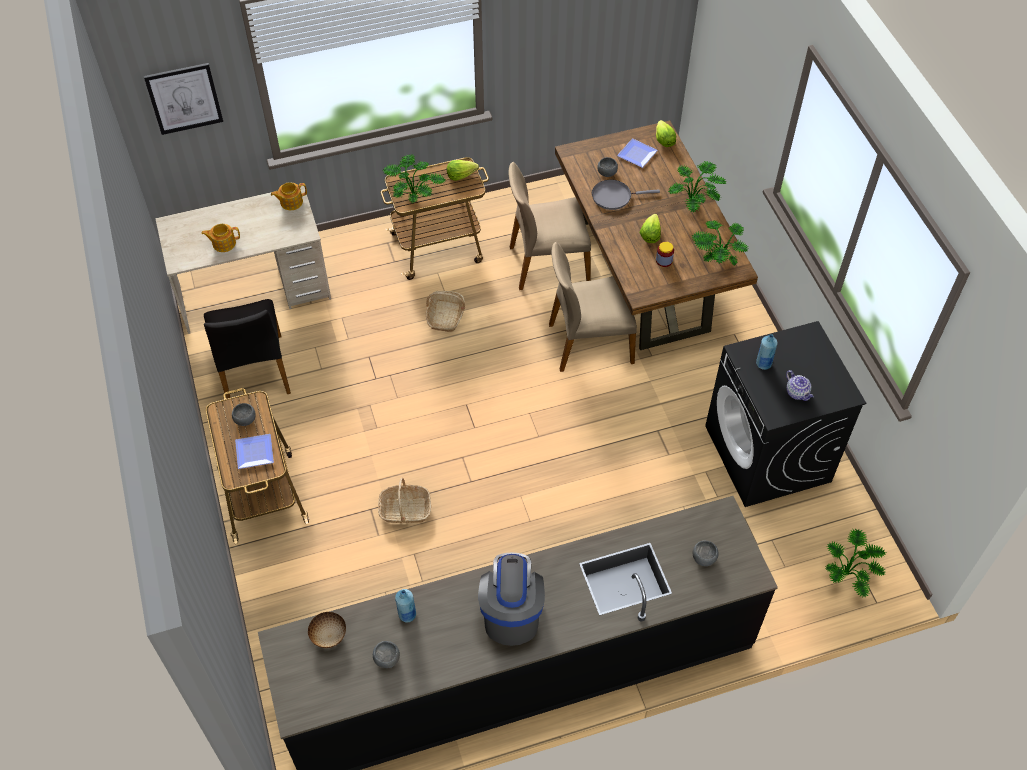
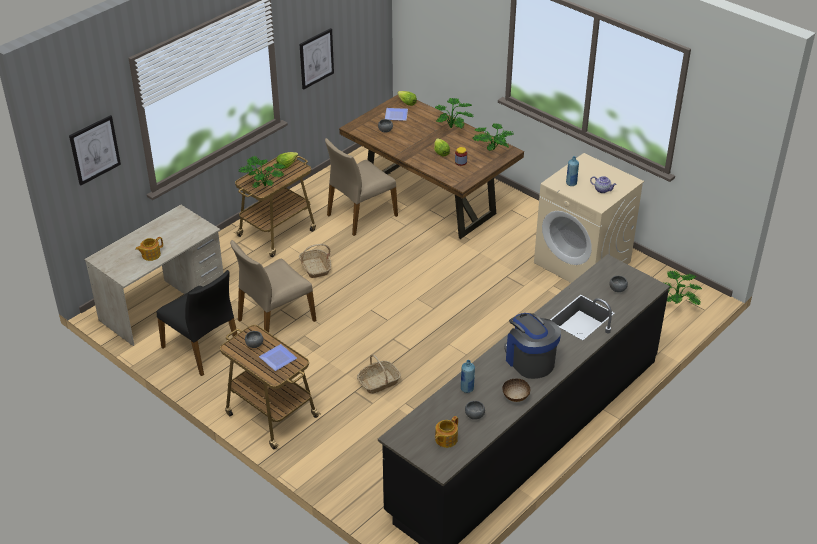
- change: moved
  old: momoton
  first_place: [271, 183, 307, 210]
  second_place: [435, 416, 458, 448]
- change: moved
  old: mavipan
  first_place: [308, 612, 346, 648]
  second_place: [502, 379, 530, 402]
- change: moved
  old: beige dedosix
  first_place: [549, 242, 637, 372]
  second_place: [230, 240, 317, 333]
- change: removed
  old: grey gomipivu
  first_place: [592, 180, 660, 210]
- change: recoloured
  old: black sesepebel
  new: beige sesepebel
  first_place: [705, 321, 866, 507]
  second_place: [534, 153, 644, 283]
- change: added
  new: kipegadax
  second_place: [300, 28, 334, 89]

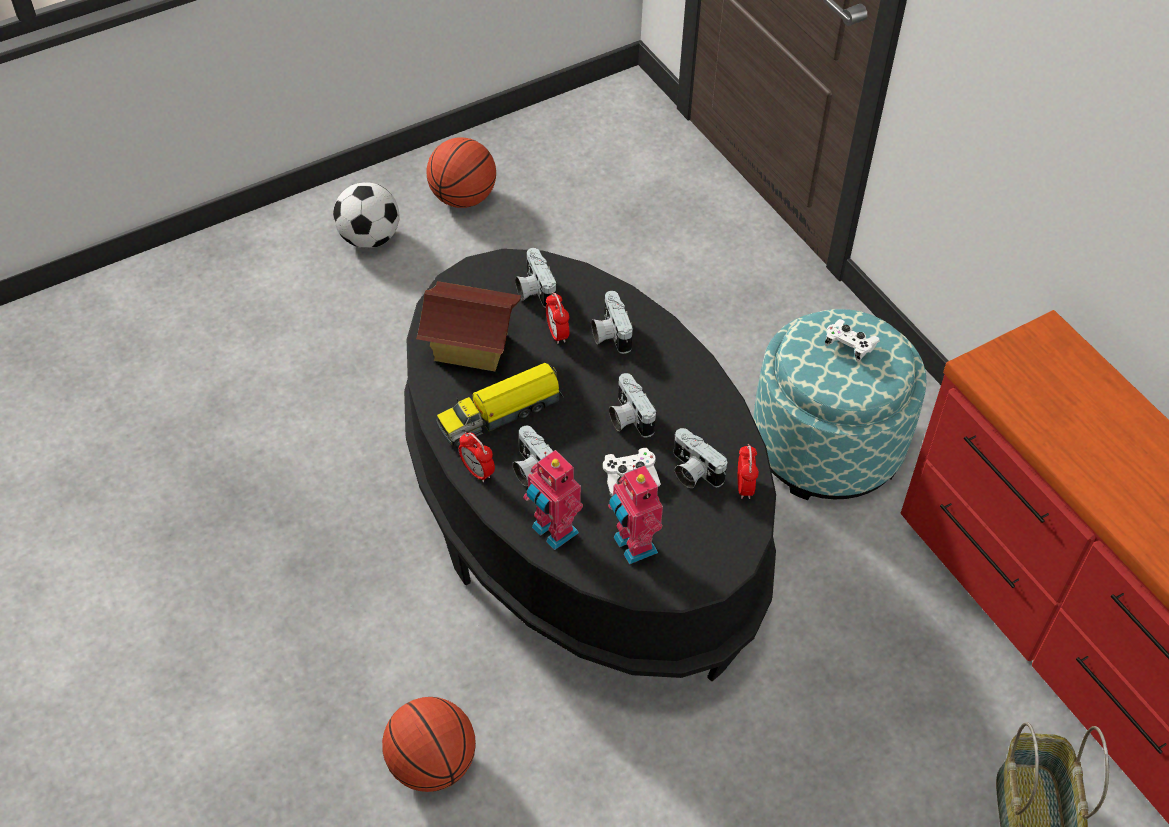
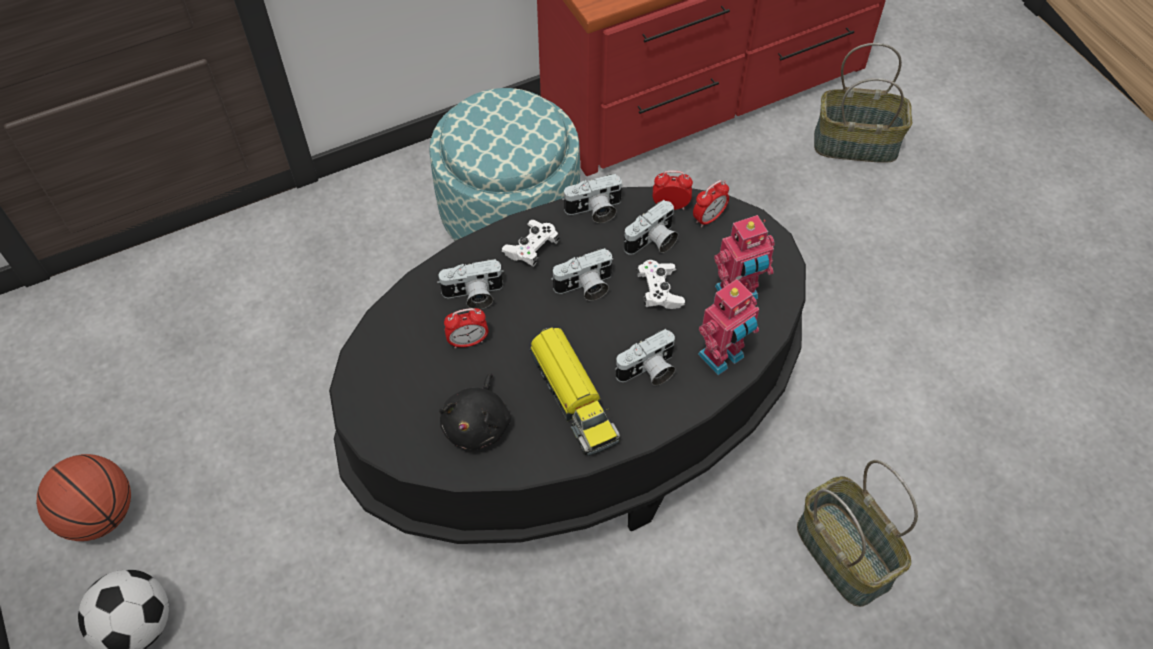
- change: replaced
  old: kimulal
  new: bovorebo
  first_place: [382, 697, 476, 792]
  second_place: [797, 460, 918, 607]
- change: replaced
  old: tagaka
  new: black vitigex
  first_place: [416, 281, 521, 371]
  second_place: [439, 374, 511, 450]
- change: moved
  old: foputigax
  first_place: [459, 432, 495, 482]
  second_place: [693, 180, 729, 227]
- change: moved
  old: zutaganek
  first_place: [515, 248, 557, 308]
  second_place: [562, 174, 623, 223]
- change: moved
  old: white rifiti
  first_place: [825, 319, 880, 362]
  second_place: [502, 220, 560, 267]

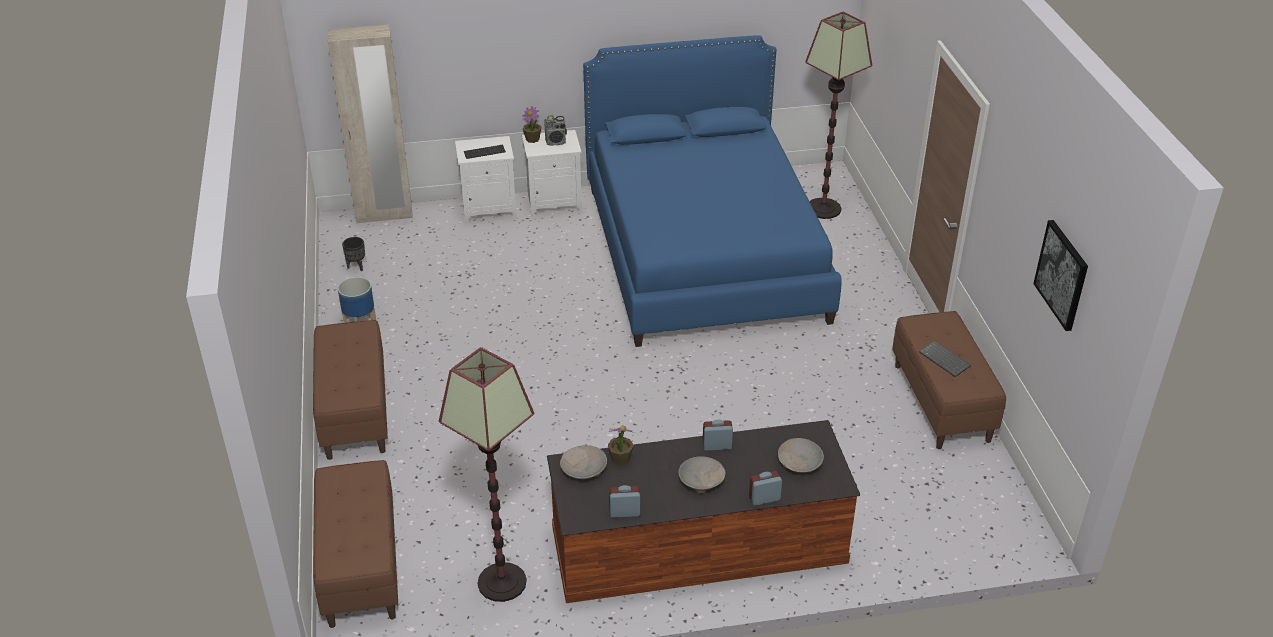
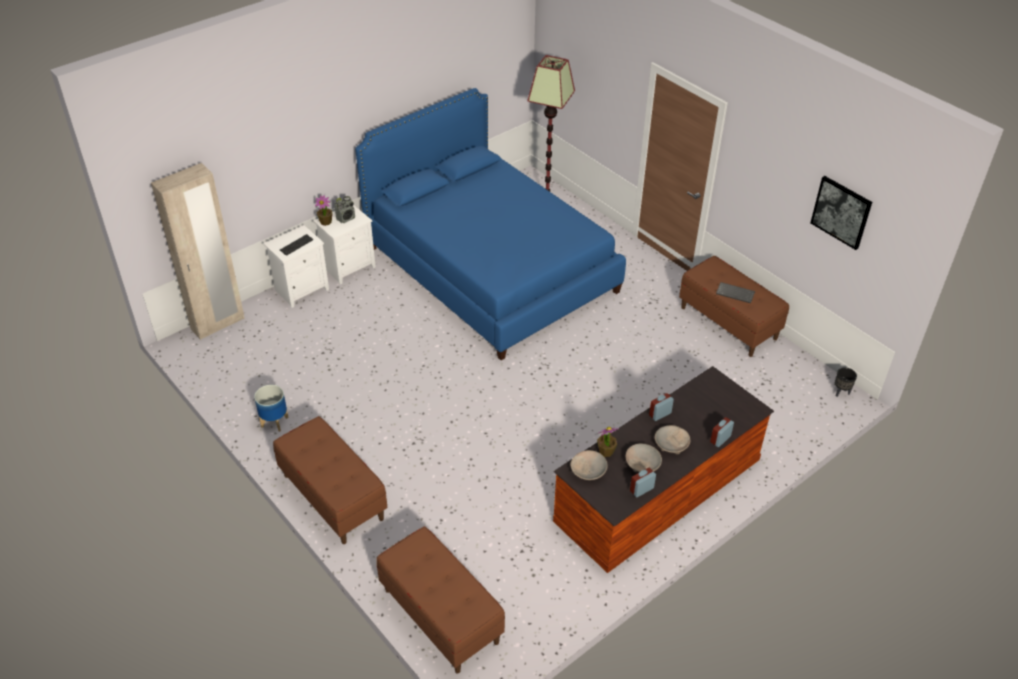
- change: moved
  old: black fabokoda
  first_place: [342, 237, 365, 271]
  second_place: [835, 367, 857, 397]
- change: removed
  old: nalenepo
  first_place: [439, 347, 534, 602]
- change: moved
  old: beige mavipan
  first_place: [778, 438, 824, 473]
  second_place: [626, 444, 662, 472]

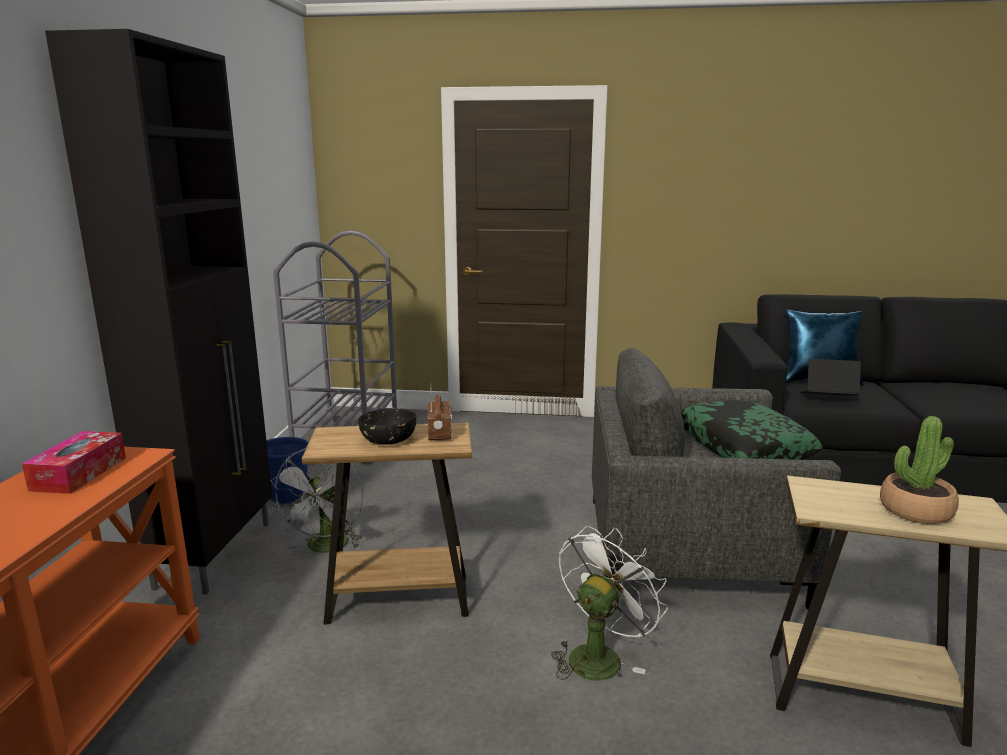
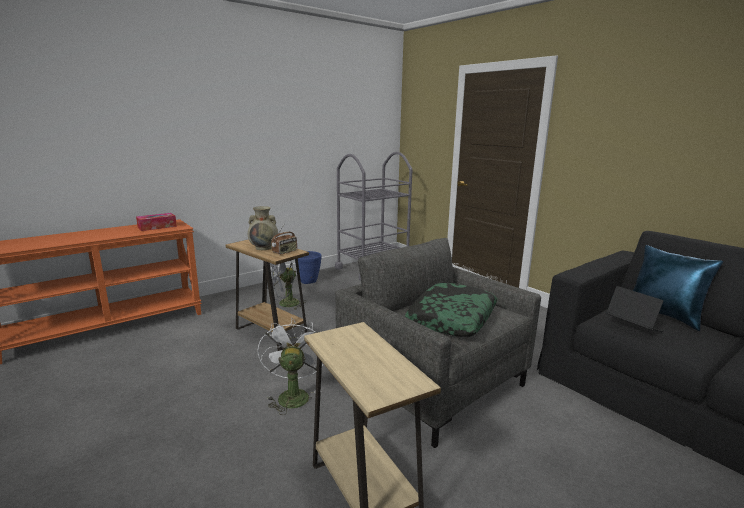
- change: removed
  old: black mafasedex
  first_place: [45, 29, 272, 594]
- change: replaced
  old: black mavipan
  new: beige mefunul
  first_place: [358, 408, 416, 445]
  second_place: [248, 206, 278, 250]
- change: turned
  old: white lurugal
  first_place: [551, 526, 668, 681]
  second_place: [258, 317, 324, 415]
  degrees: -90
- change: removed
  old: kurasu
  first_place: [880, 416, 959, 524]

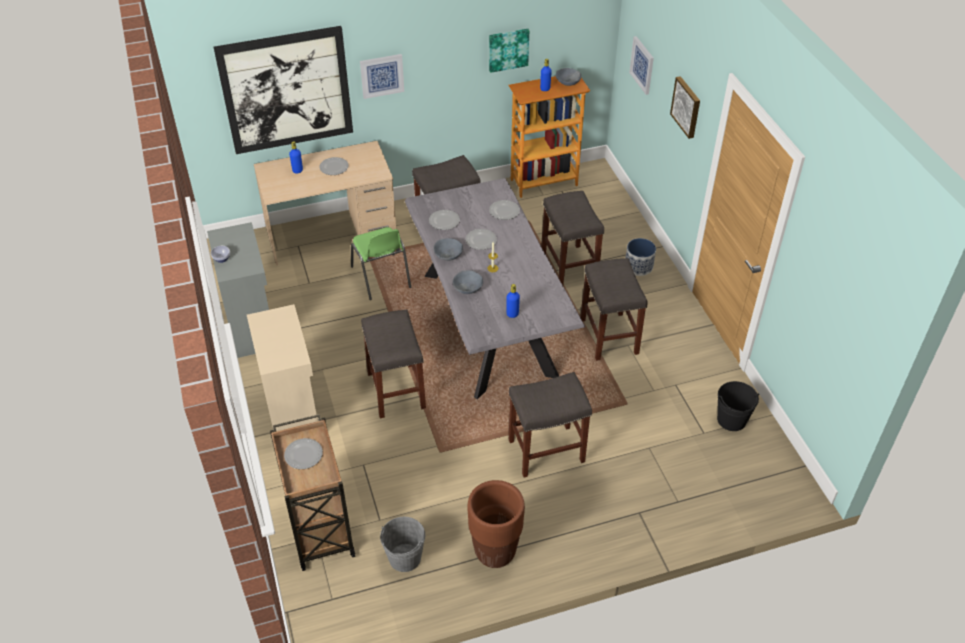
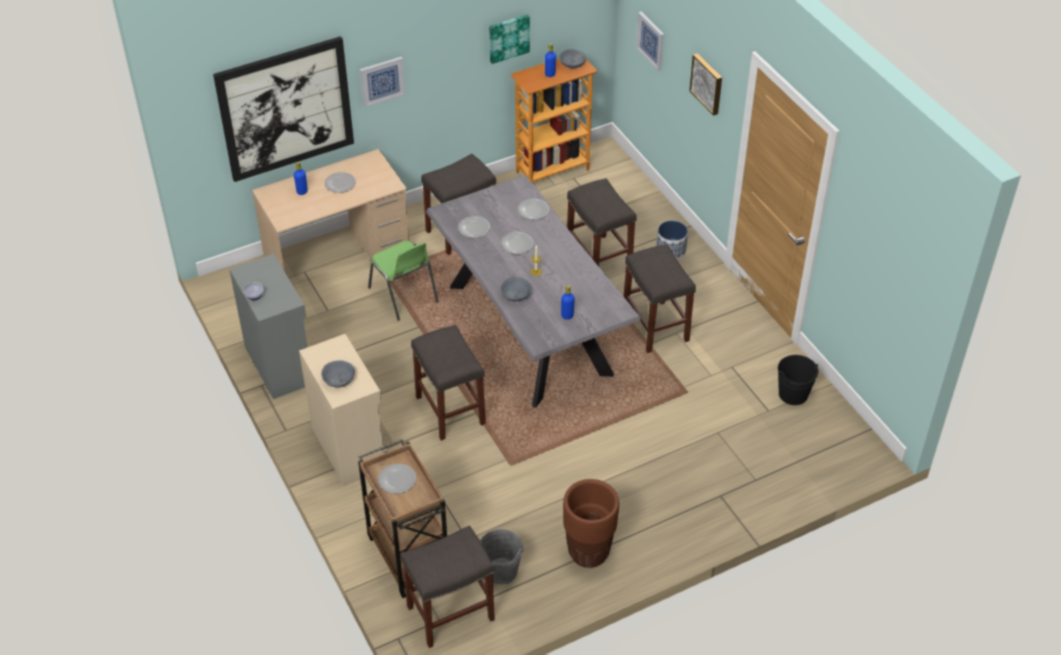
- change: moved
  old: grey mavipan
  first_place: [433, 238, 463, 261]
  second_place: [321, 360, 355, 388]
- change: moved
  old: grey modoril
  first_place: [509, 372, 592, 478]
  second_place: [400, 525, 495, 648]

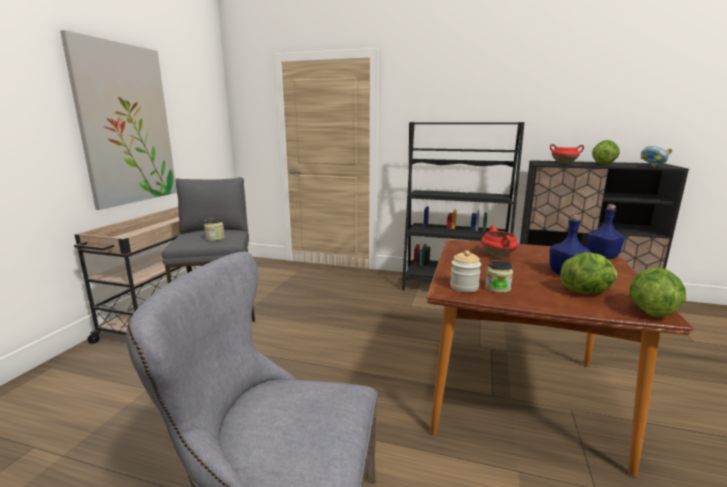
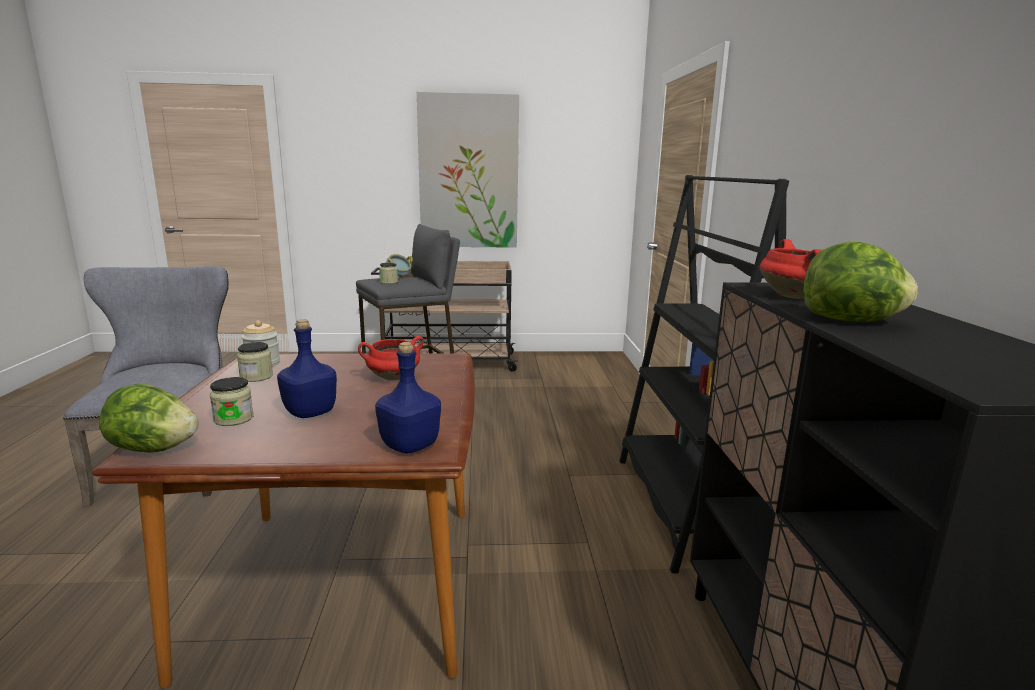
- change: replaced
  old: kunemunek
  new: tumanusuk
  first_place: [560, 252, 617, 294]
  second_place: [210, 377, 254, 426]
- change: moved
  old: mavipan
  first_place: [640, 146, 672, 167]
  second_place: [386, 254, 413, 278]

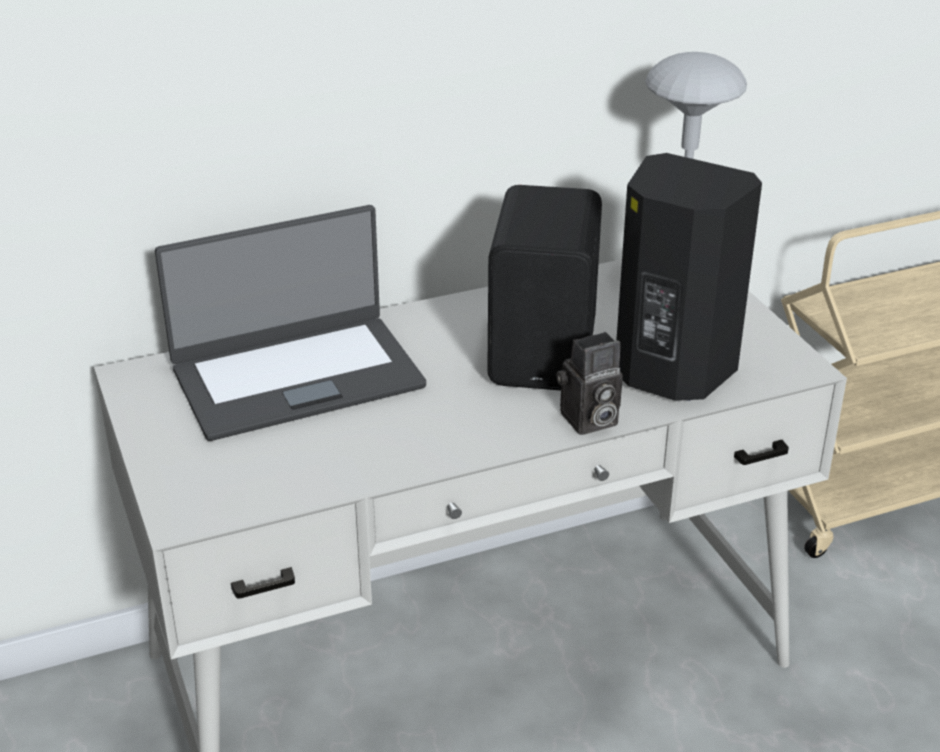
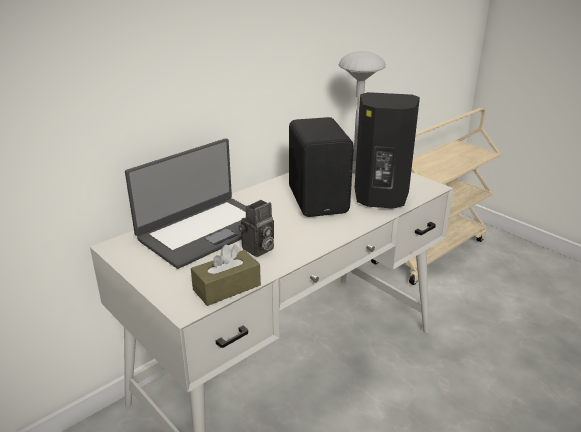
- change: moved
  old: zutaganek
  first_place: [556, 332, 623, 435]
  second_place: [239, 200, 274, 257]
- change: added
  new: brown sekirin
  second_place: [191, 244, 261, 306]

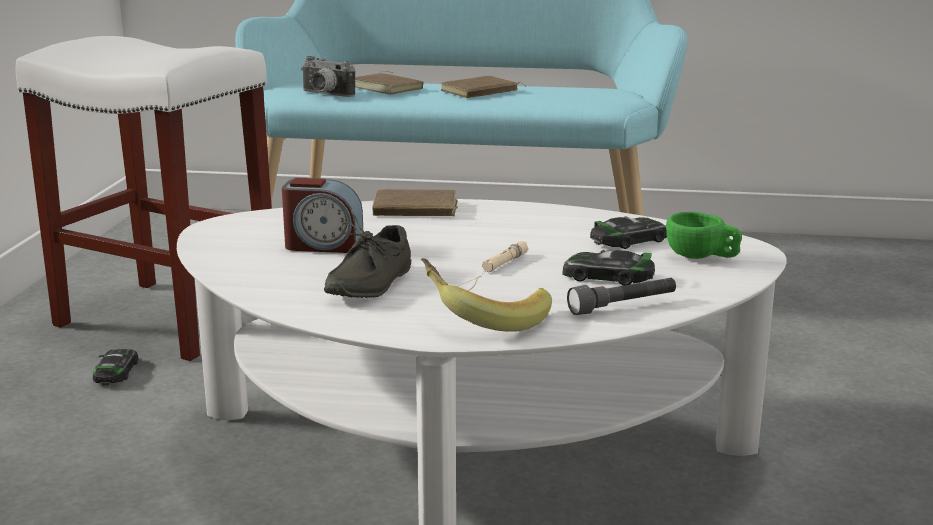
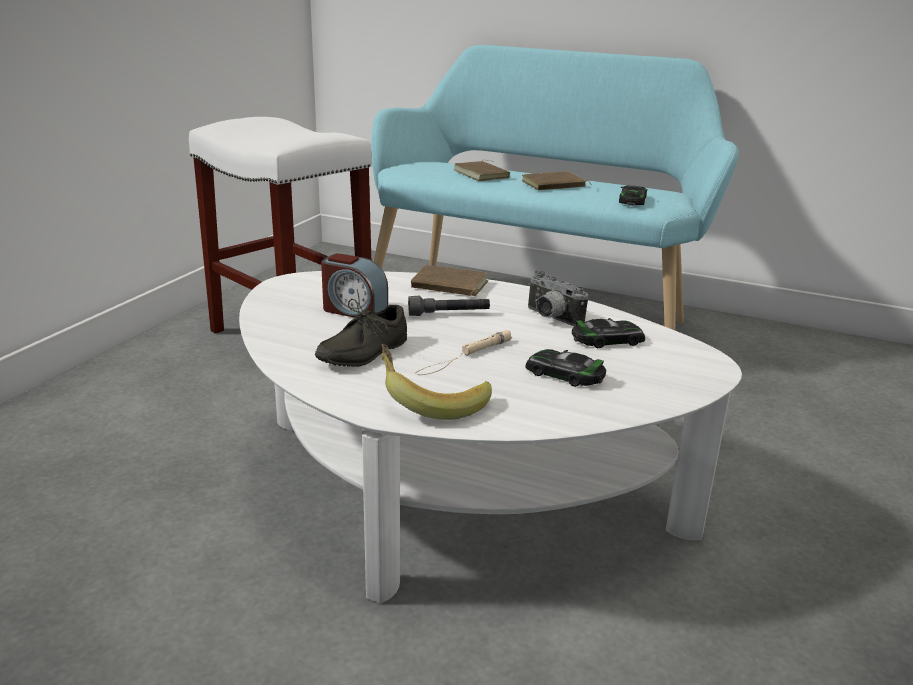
- change: moved
  old: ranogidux
  first_place: [93, 349, 138, 385]
  second_place: [619, 186, 648, 206]
- change: moved
  old: zutaganek
  first_place: [301, 56, 355, 97]
  second_place: [528, 271, 588, 326]
- change: moved
  old: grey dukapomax
  first_place: [567, 278, 676, 315]
  second_place: [408, 296, 490, 316]
- change: removed
  old: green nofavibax
  first_place: [666, 212, 742, 259]

